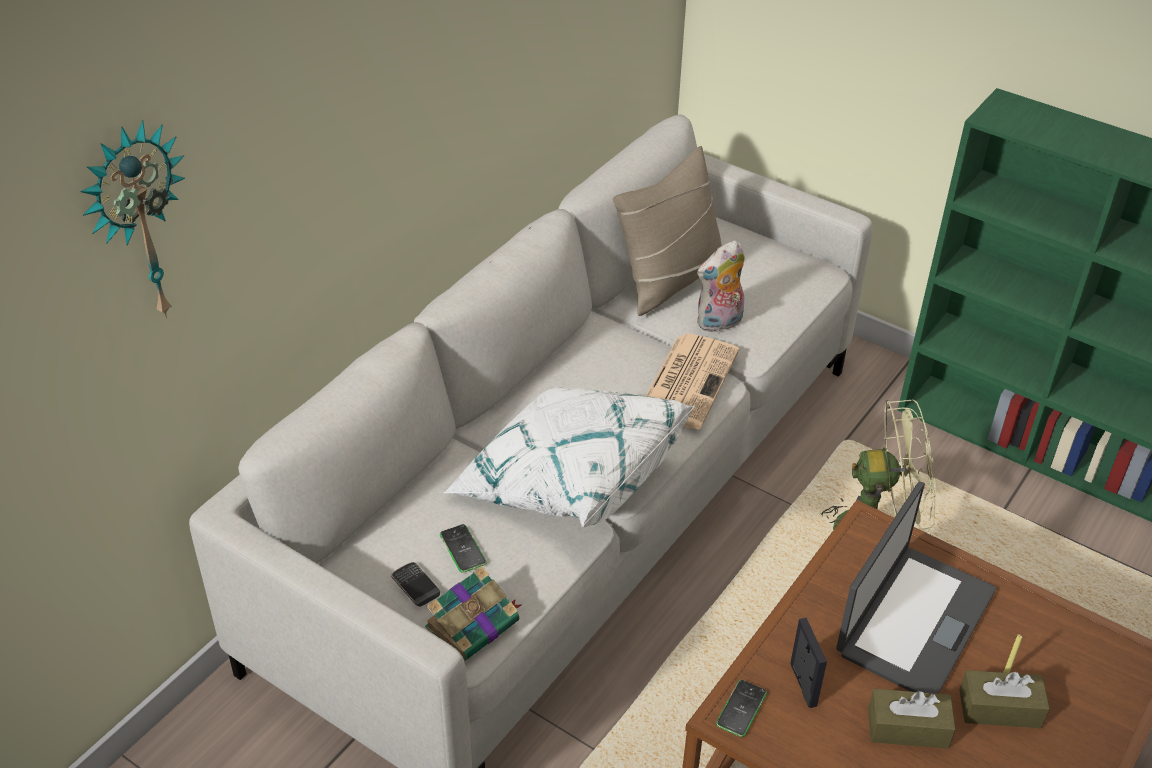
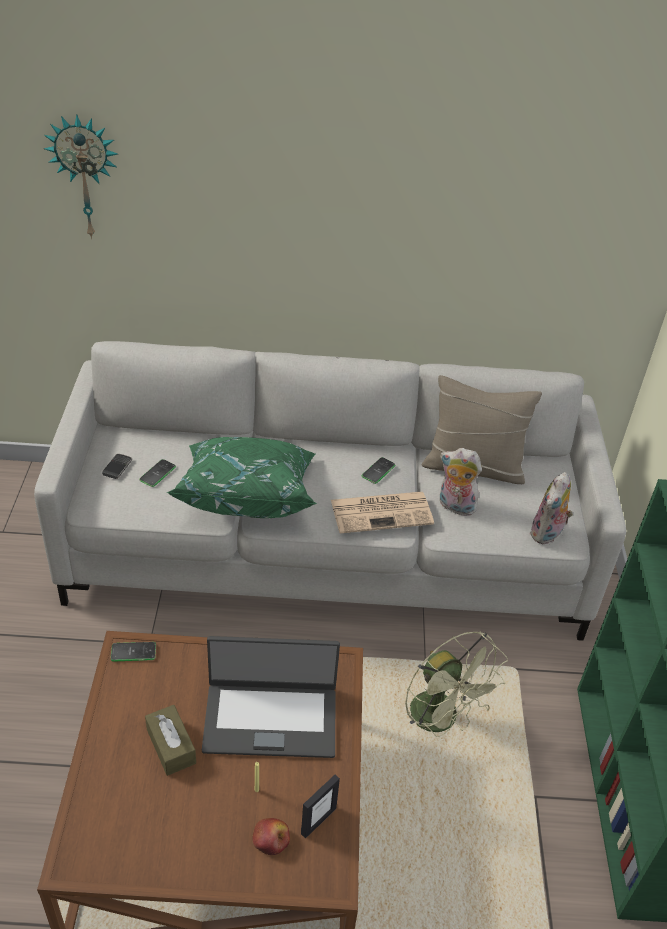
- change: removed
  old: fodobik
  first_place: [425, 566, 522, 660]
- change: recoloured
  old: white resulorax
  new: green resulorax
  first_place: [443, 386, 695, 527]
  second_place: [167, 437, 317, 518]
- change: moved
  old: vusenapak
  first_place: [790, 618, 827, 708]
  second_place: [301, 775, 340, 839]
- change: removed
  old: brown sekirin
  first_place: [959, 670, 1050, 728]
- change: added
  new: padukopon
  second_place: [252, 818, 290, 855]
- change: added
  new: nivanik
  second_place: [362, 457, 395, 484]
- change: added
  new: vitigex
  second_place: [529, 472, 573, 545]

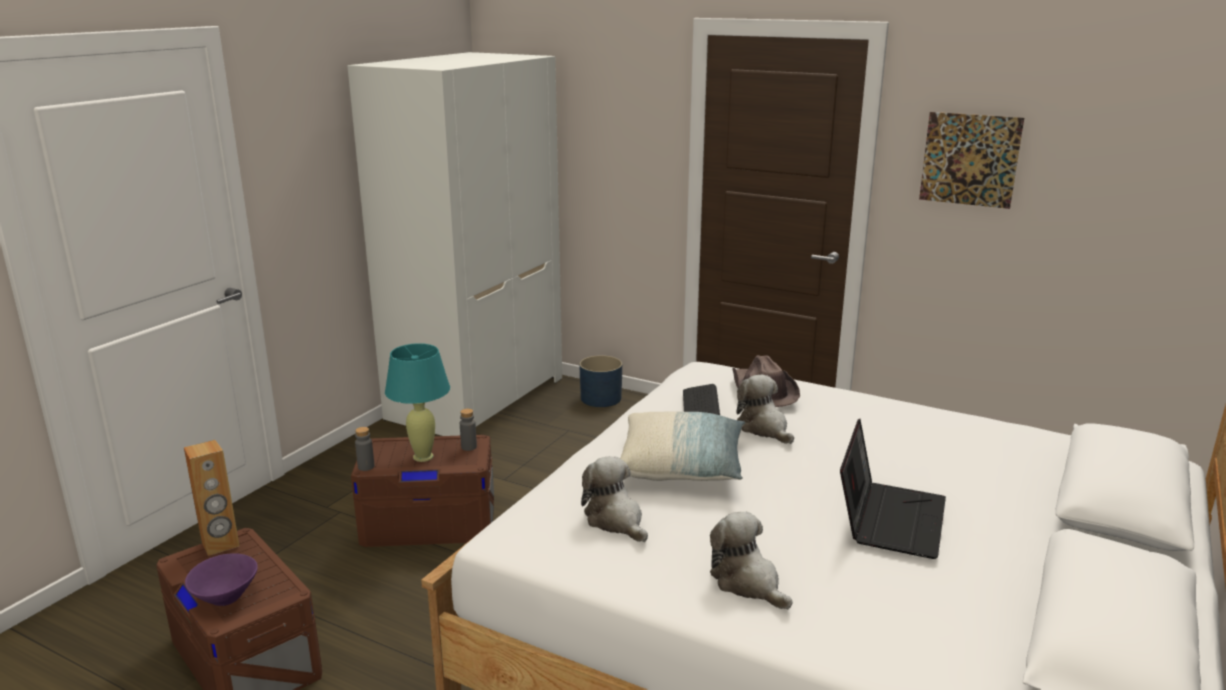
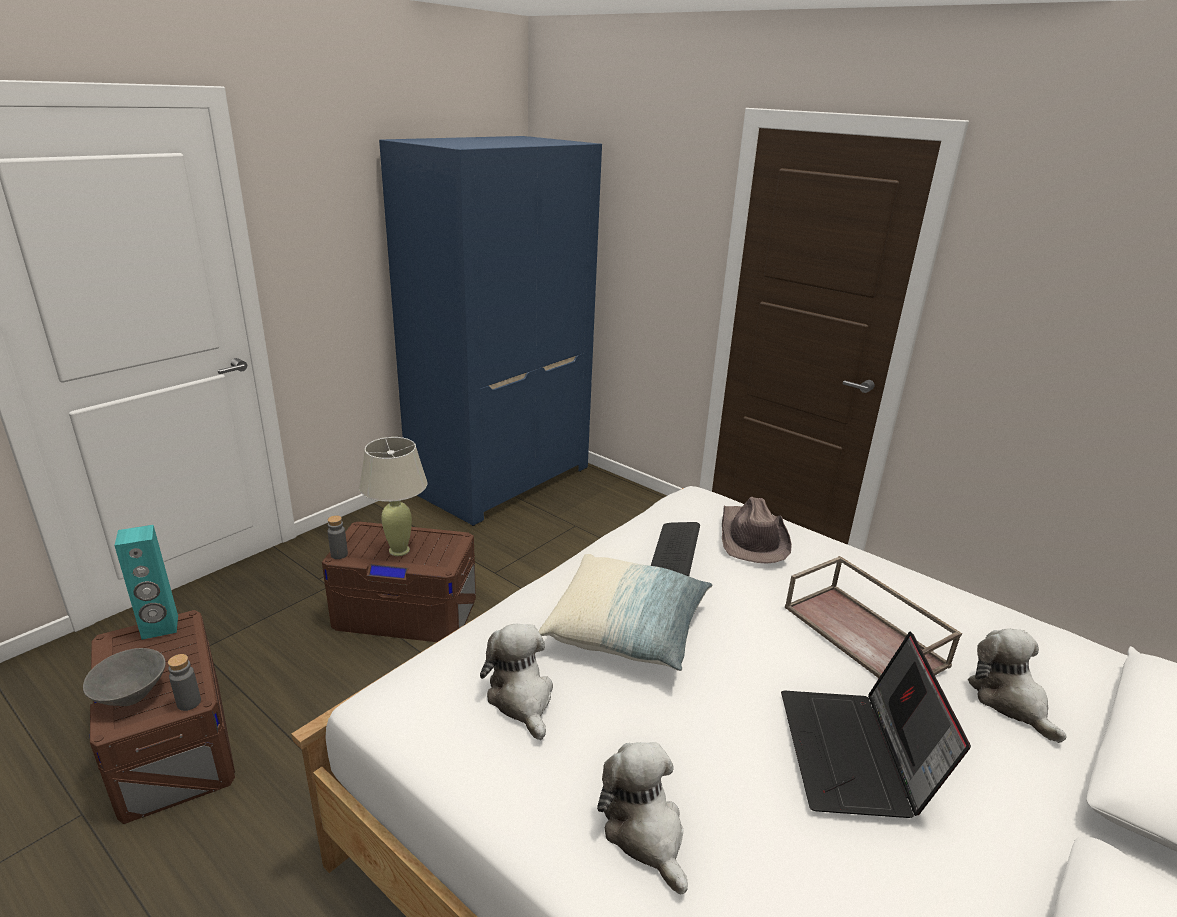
- change: recoloured
  old: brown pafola
  new: turquoise pafola
  first_place: [184, 440, 240, 556]
  second_place: [114, 525, 178, 640]
- change: recoloured
  old: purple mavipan
  new: grey mavipan
  first_place: [185, 553, 258, 606]
  second_place: [83, 648, 166, 706]
- change: recoloured
  old: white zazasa
  new: blue zazasa
  first_place: [347, 52, 562, 436]
  second_place: [379, 136, 602, 526]
- change: recoloured
  old: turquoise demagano
  new: beige demagano
  first_place: [385, 343, 450, 462]
  second_place: [359, 437, 428, 556]
- change: moved
  old: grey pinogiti
  first_place: [460, 409, 477, 451]
  second_place: [168, 654, 201, 711]
- change: removed
  old: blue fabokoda
  first_place: [579, 355, 622, 407]
- change: moved
  old: vitigex
  first_place: [737, 375, 794, 444]
  second_place: [968, 628, 1067, 743]
- change: turned
  old: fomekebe
  first_place: [840, 419, 946, 559]
  second_place: [781, 632, 971, 818]
  degrees: 150
- change: removed
  old: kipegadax
  first_place: [919, 112, 1024, 209]
- change: added
  new: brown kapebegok
  second_place: [785, 556, 962, 678]

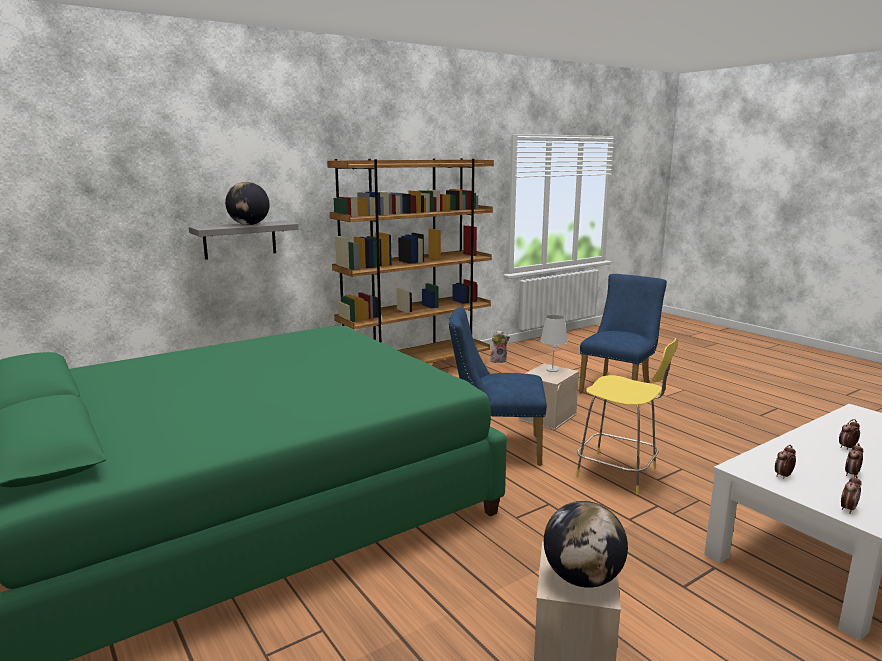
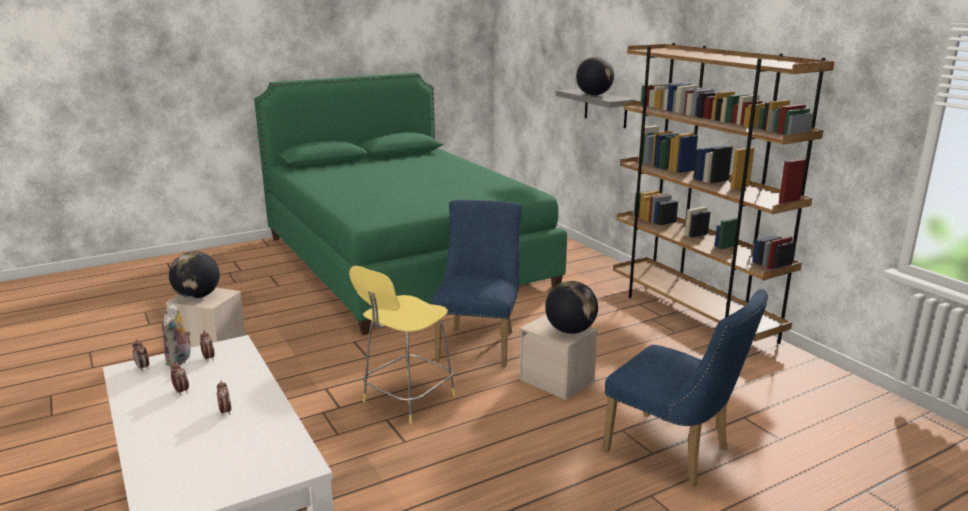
- change: moved
  old: vitigex
  first_place: [490, 330, 510, 363]
  second_place: [162, 303, 191, 366]
- change: replaced
  old: white demagano
  new: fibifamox
  first_place: [540, 315, 568, 372]
  second_place: [545, 281, 598, 334]

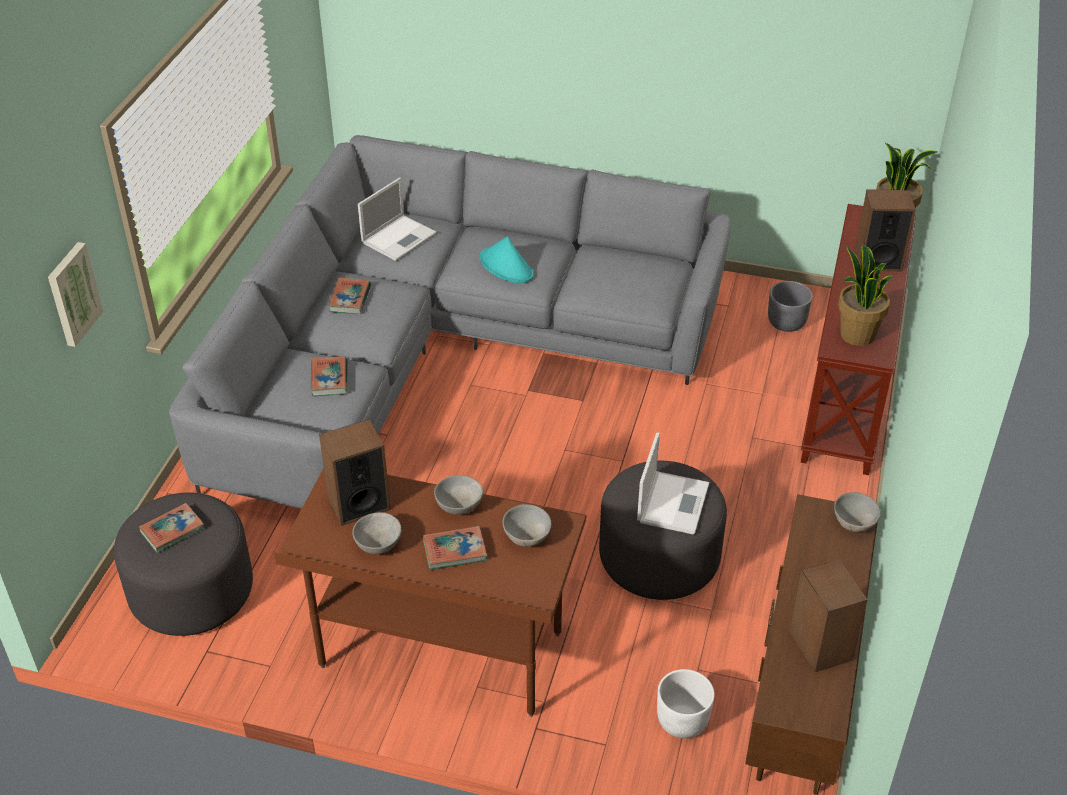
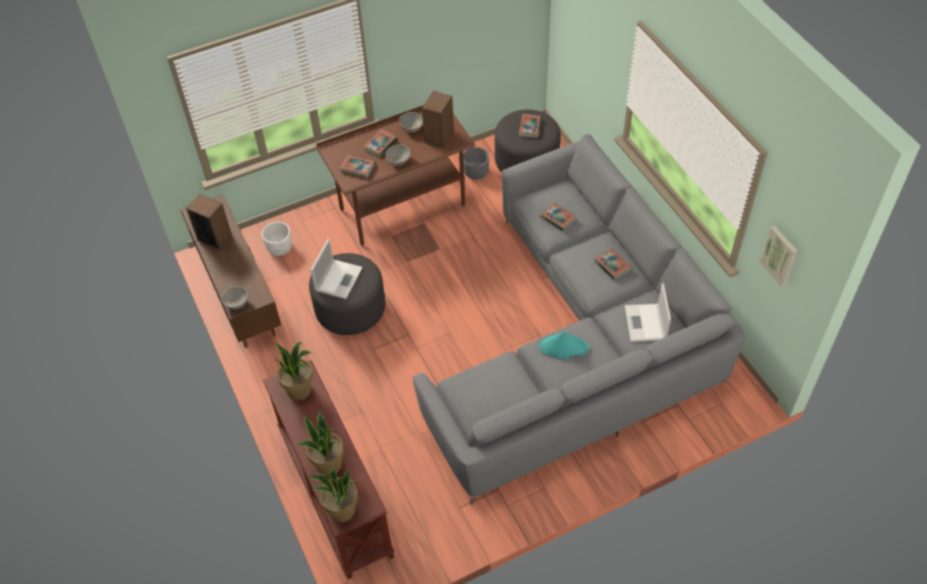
- change: moved
  old: kipegadax
  first_place: [48, 242, 104, 347]
  second_place: [760, 226, 798, 287]
- change: replaced
  old: grey mavipan
  new: fodobik
  first_place: [503, 504, 551, 547]
  second_place: [339, 155, 375, 178]
- change: turned
  old: fomekebe
  first_place: [637, 433, 709, 535]
  second_place: [311, 239, 363, 299]
  degrees: -135
- change: moved
  old: grey fabokoda
  first_place: [768, 281, 813, 332]
  second_place: [463, 147, 489, 180]
- change: replaced
  old: pafola
  new: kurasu
  first_place: [855, 189, 916, 271]
  second_place: [298, 412, 344, 476]

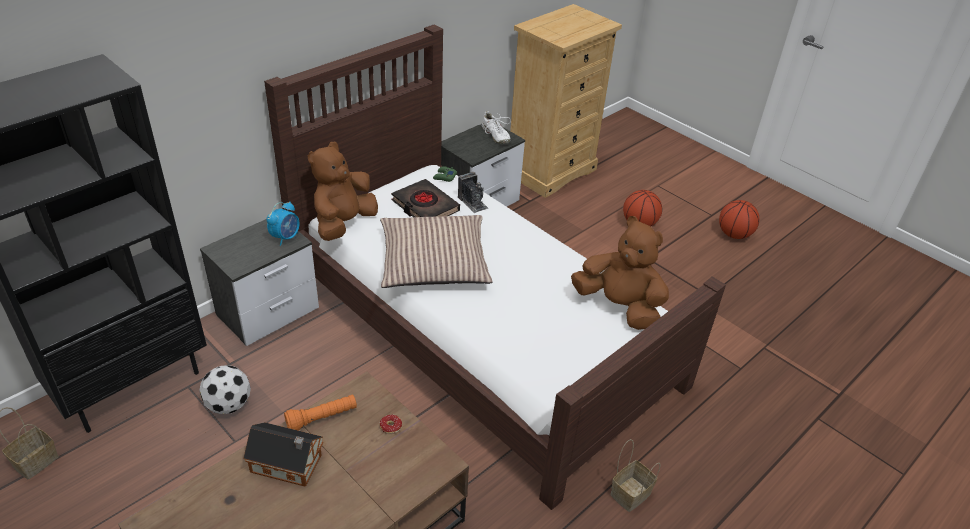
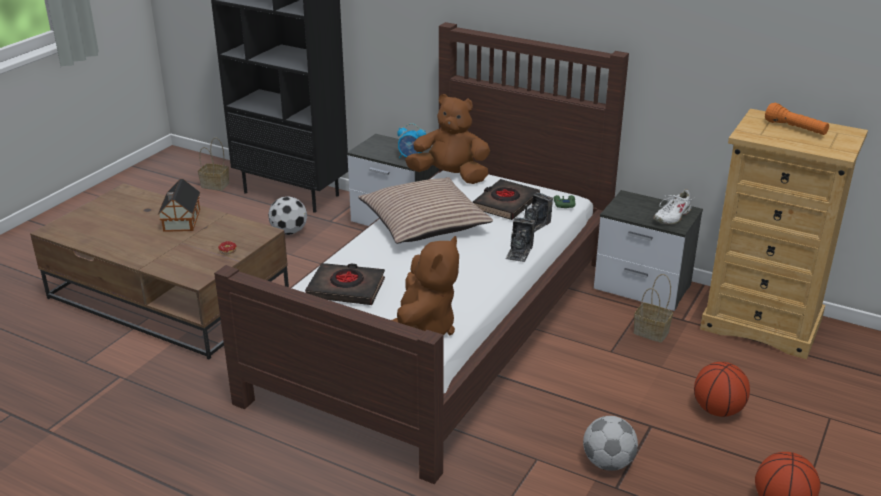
- change: moved
  old: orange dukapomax
  first_place: [284, 395, 357, 430]
  second_place: [765, 103, 829, 135]
- change: moved
  old: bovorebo
  first_place: [610, 439, 660, 512]
  second_place: [634, 274, 673, 342]
- change: added
  new: black fodobik
  second_place: [305, 263, 385, 305]
- change: added
  new: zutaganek
  second_place: [506, 218, 535, 262]
- change: added
  new: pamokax
  second_place: [583, 416, 638, 471]

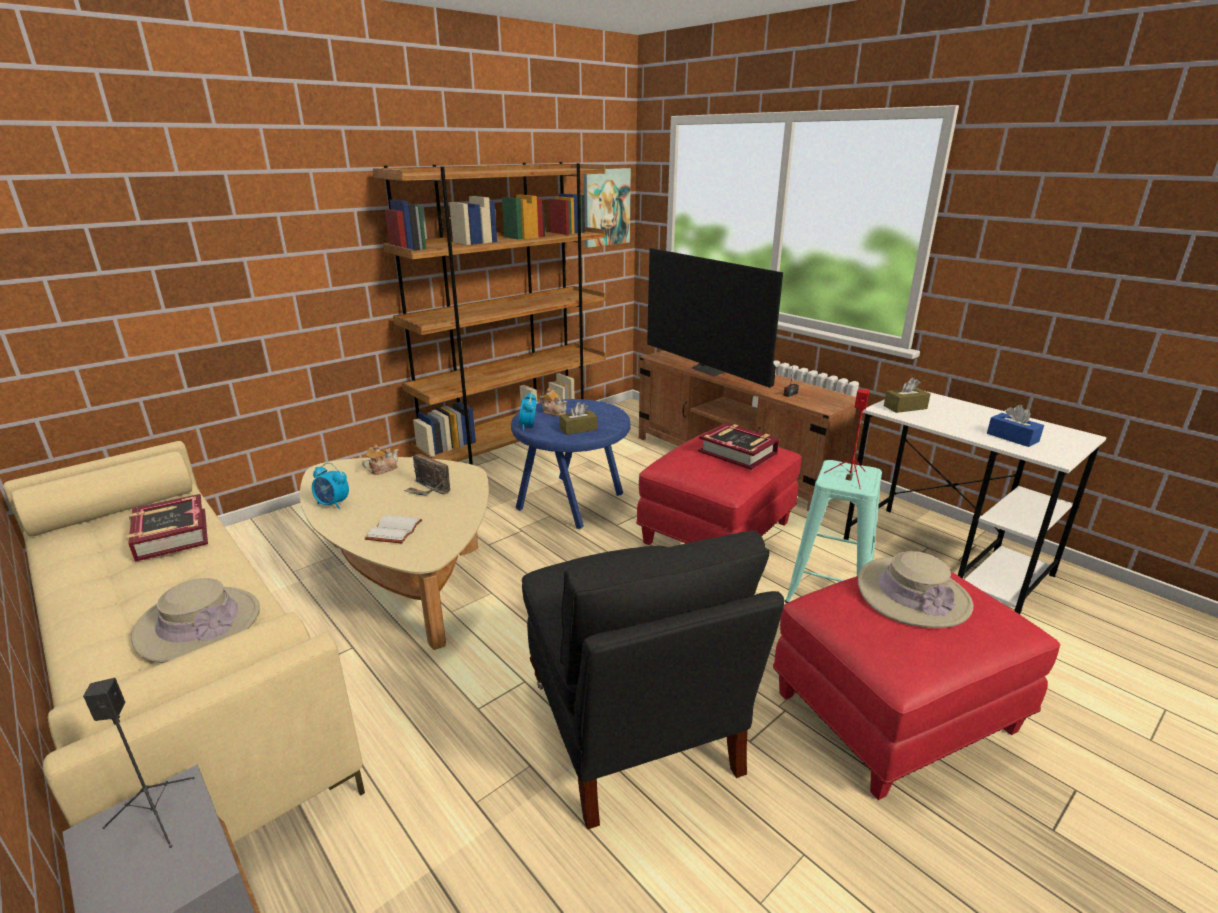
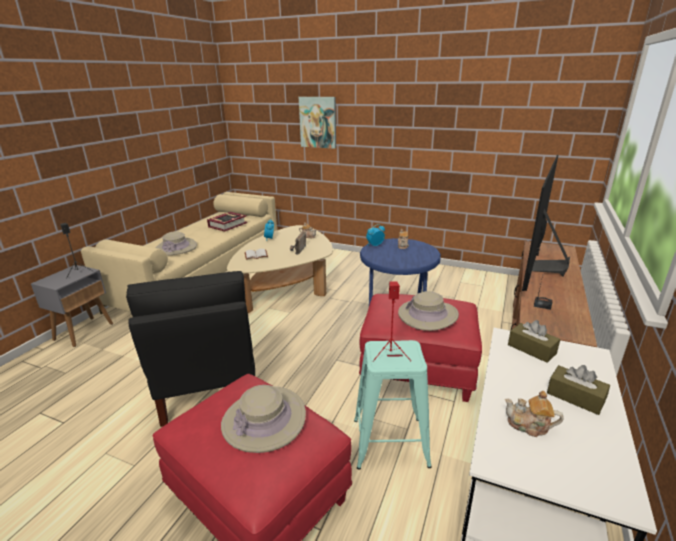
- change: removed
  old: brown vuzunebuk
  first_place: [373, 162, 606, 465]
- change: turned
  old: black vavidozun
  first_place: [522, 530, 784, 830]
  second_place: [126, 271, 255, 427]
  degrees: -60
- change: moved
  old: brown sekirin
  first_place: [559, 402, 597, 435]
  second_place: [547, 365, 610, 415]
- change: moved
  old: kipegadax
  first_place: [584, 168, 631, 248]
  second_place: [299, 97, 336, 149]
- change: replaced
  old: fodobik
  new: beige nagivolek
  first_place: [698, 423, 779, 470]
  second_place: [398, 291, 459, 331]
- change: replaced
  old: blue sekirin
  new: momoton
  first_place: [987, 405, 1044, 447]
  second_place: [505, 391, 563, 437]

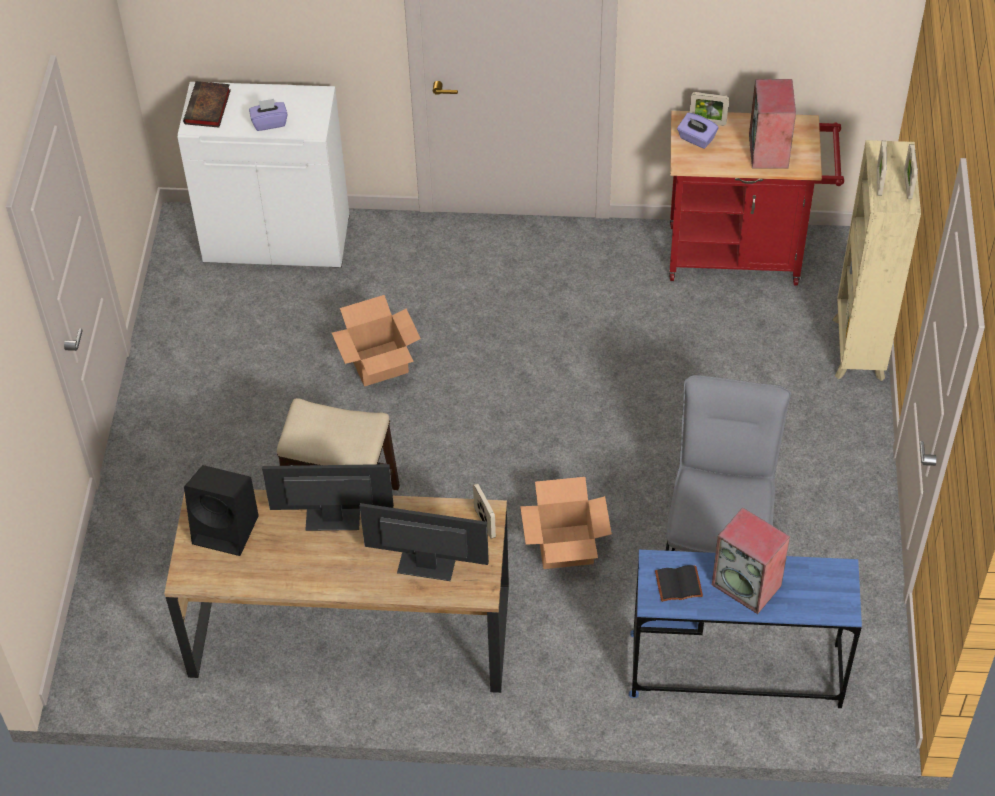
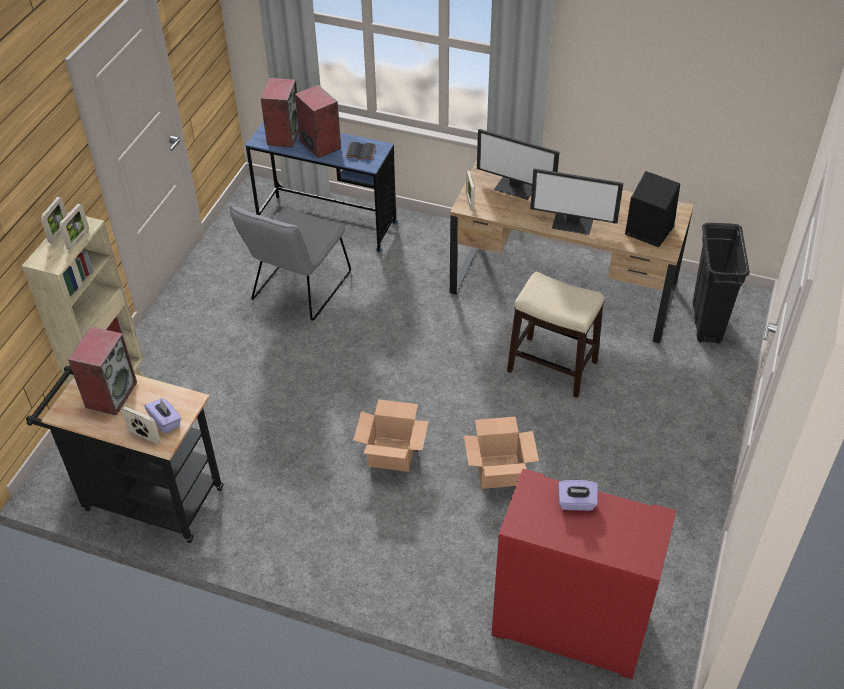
- change: recoloured
  old: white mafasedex
  new: red mafasedex
  first_place: [178, 82, 350, 268]
  second_place: [492, 469, 676, 679]
- change: removed
  old: fodobik
  first_place: [183, 81, 231, 128]
- change: moved
  old: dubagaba
  first_place: [520, 477, 612, 569]
  second_place: [354, 399, 429, 472]
- change: recoloured
  old: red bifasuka
  new: black bifasuka
  first_place: [669, 111, 844, 286]
  second_place: [26, 366, 223, 543]
- change: added
  new: pafola
  second_place: [261, 78, 299, 148]
- change: added
  new: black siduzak
  second_place: [693, 223, 750, 343]

